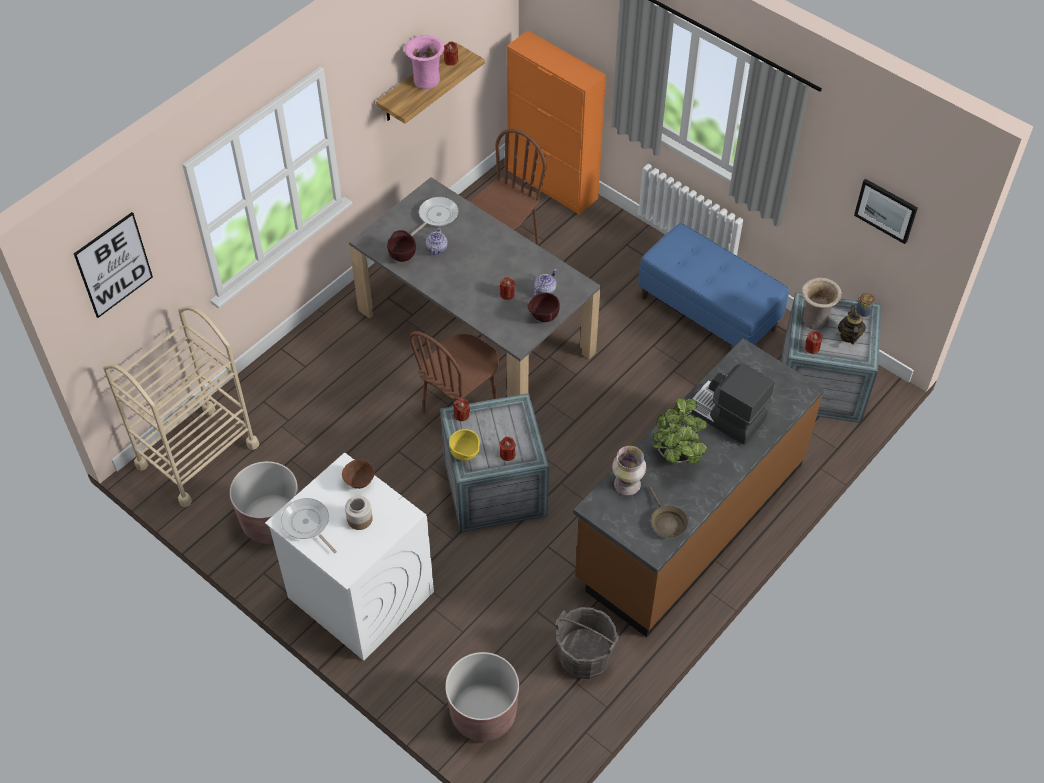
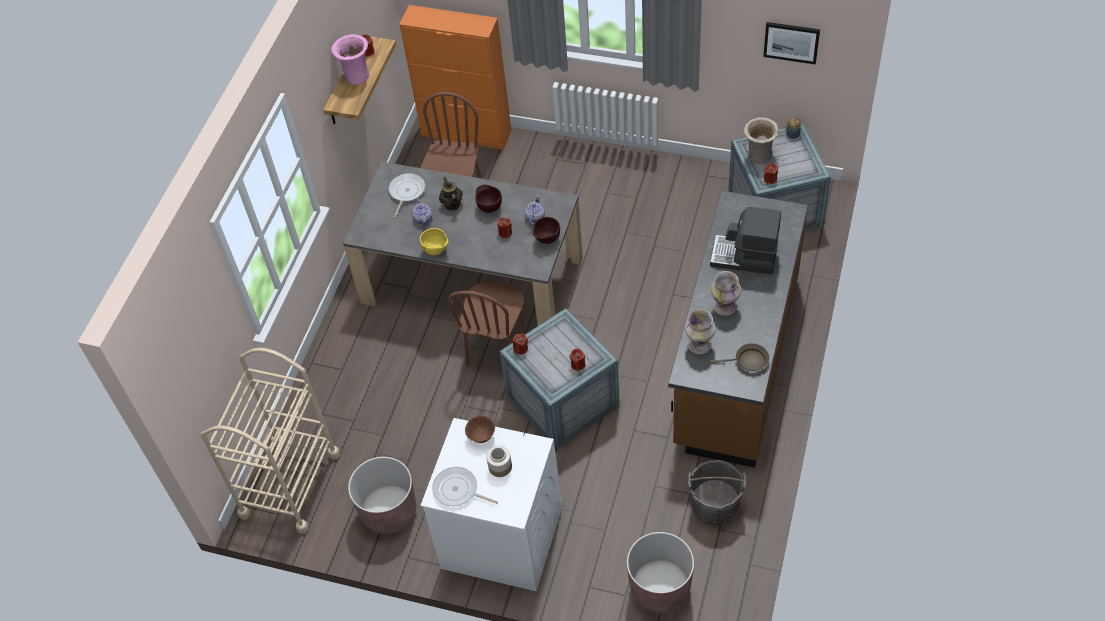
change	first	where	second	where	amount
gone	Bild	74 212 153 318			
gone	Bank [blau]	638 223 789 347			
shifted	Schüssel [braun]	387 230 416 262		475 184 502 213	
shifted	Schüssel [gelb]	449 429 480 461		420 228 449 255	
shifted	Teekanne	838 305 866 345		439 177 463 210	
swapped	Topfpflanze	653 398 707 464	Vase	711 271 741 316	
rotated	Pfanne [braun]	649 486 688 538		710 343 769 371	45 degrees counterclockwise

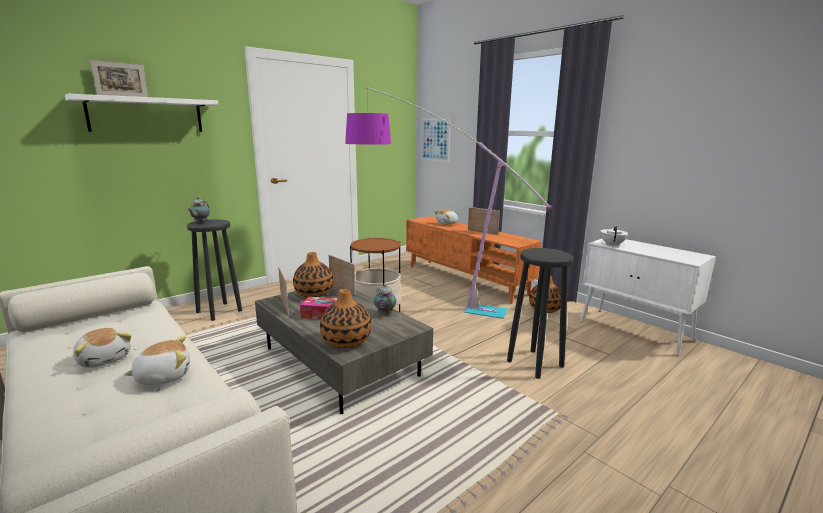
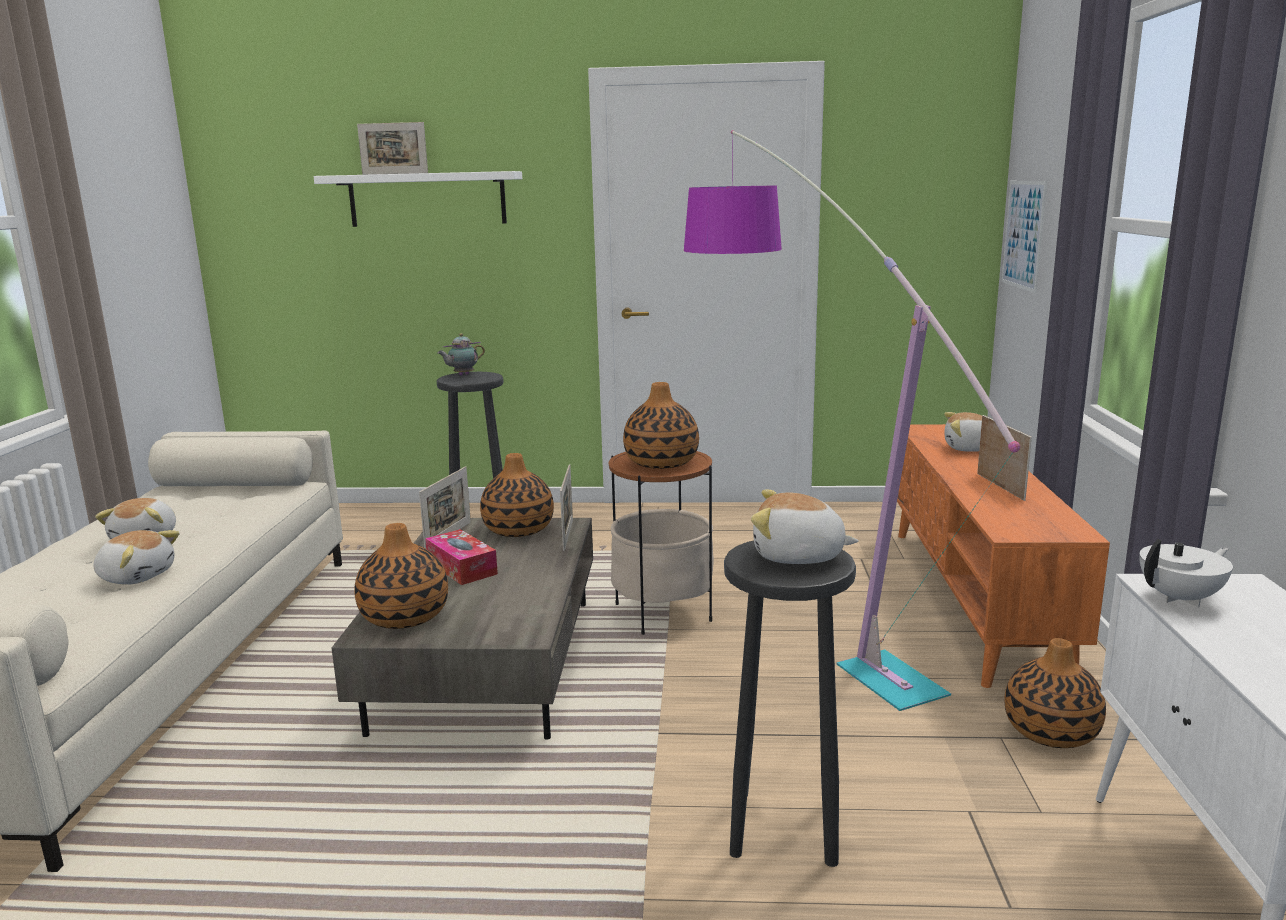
change	first	where	second	where	amount
gone	Teekanne	374 284 396 315			
new			Vase	623 382 699 469	
new			Plüschtier	751 489 859 564	

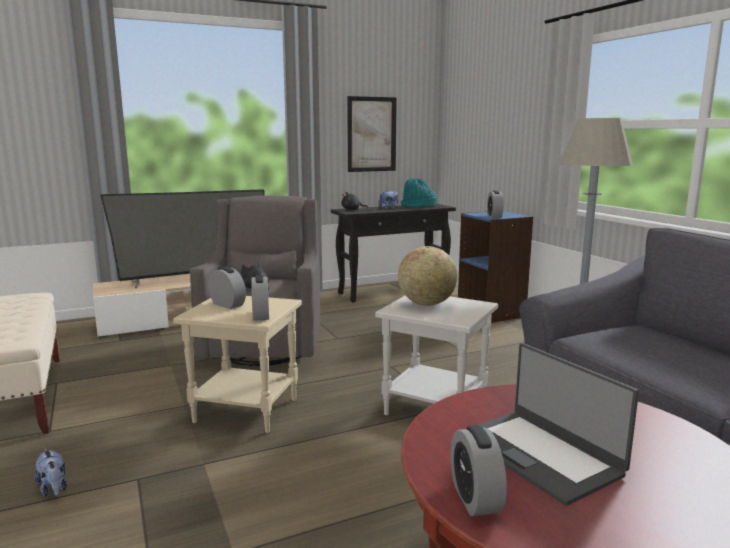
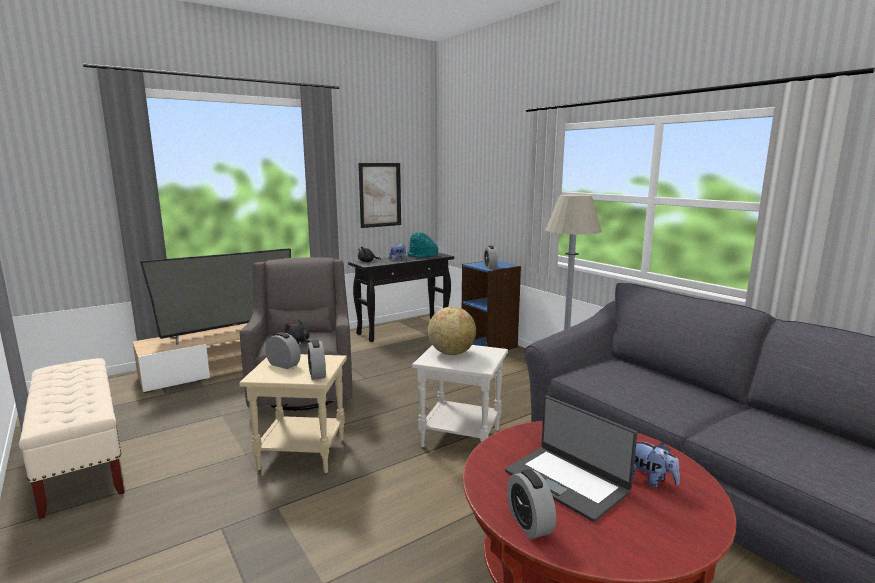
change	first	where	second	where	amount
shifted	Plüschtier	34 448 67 496		633 442 680 488	

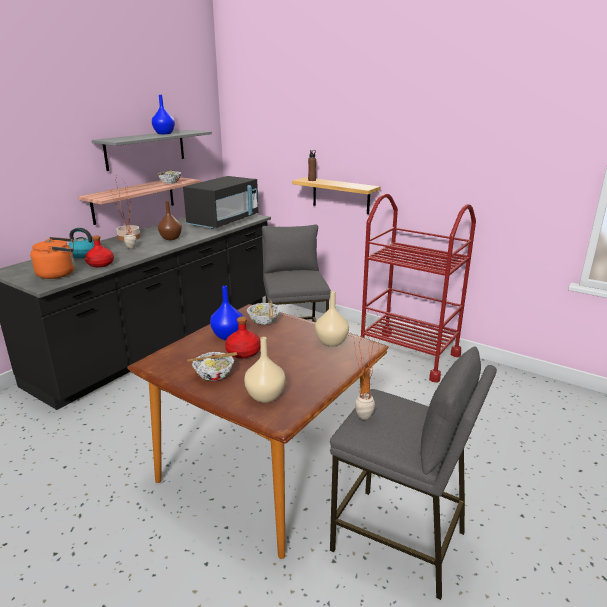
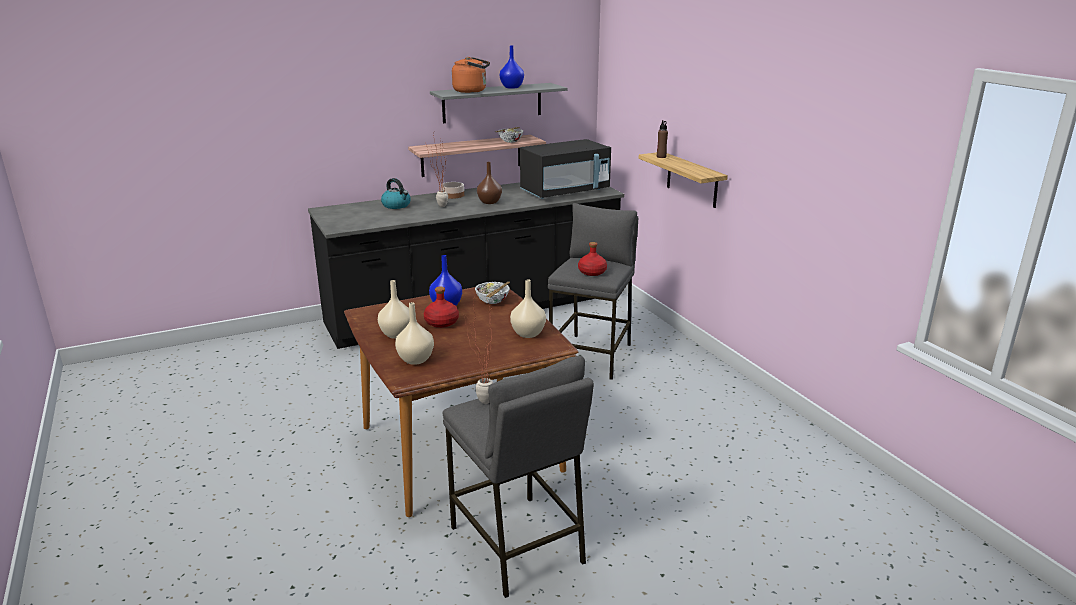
change	first	where	second	where	amount
gone	Rollwagen [rot]	361 194 476 383			
shifted	Wasserkessel [orange]	30 237 75 279		452 57 490 93	
shifted	Flasche [rot]	85 235 114 267		578 242 607 276	
swapped	Schüssel	187 352 237 381	Vase [beige]	378 280 410 339	

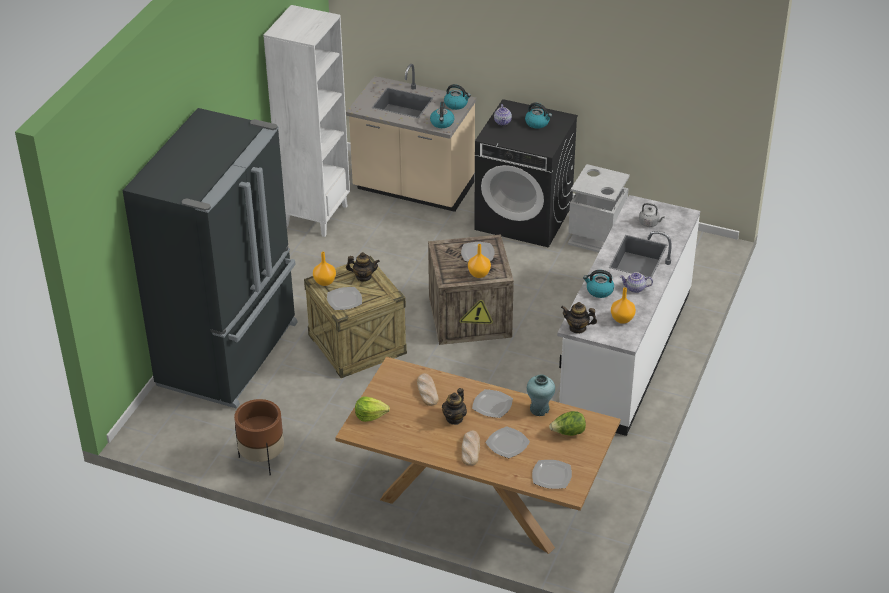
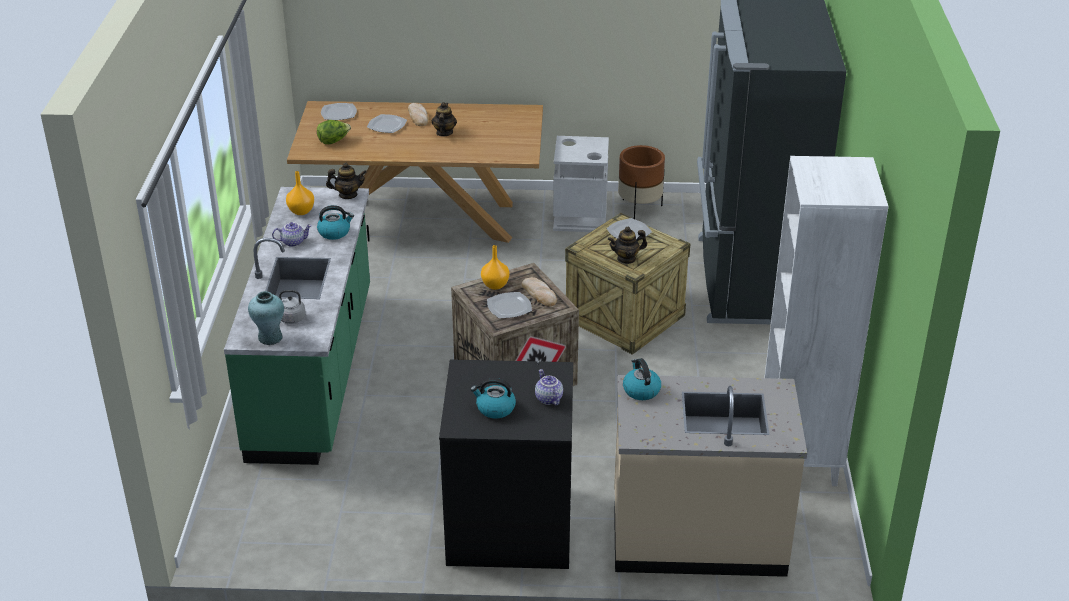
change	first	where	second	where	amount
gone	Vase [orange]	313 252 336 286			
gone	Salatkopf	355 397 390 422			
gone	Wasserkessel	444 84 471 110			
gone	Teller	472 389 513 418			
shifted	Brot	417 373 439 406		522 277 557 307	
shifted	Vase [türkis]	527 374 555 416		248 291 284 345	
shifted	Mülleimer [grau]	568 164 630 253		553 136 609 232	
repainted	Küchenzeile [weiß]	557 195 700 436	Küchenzeile [grün]	224 187 370 465	

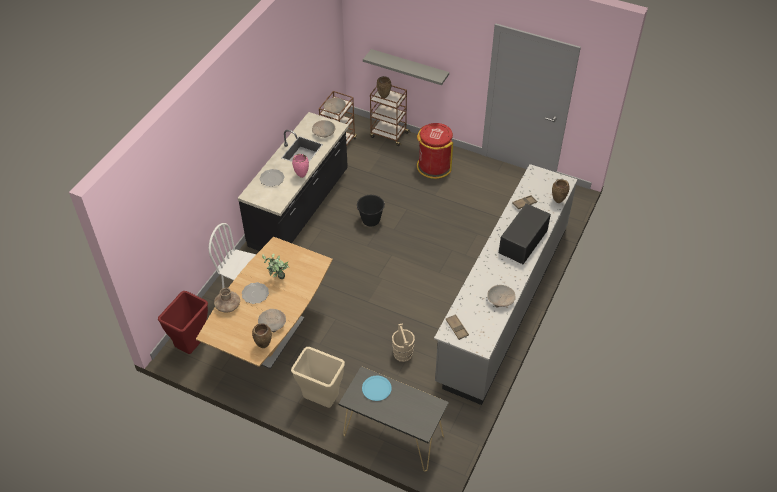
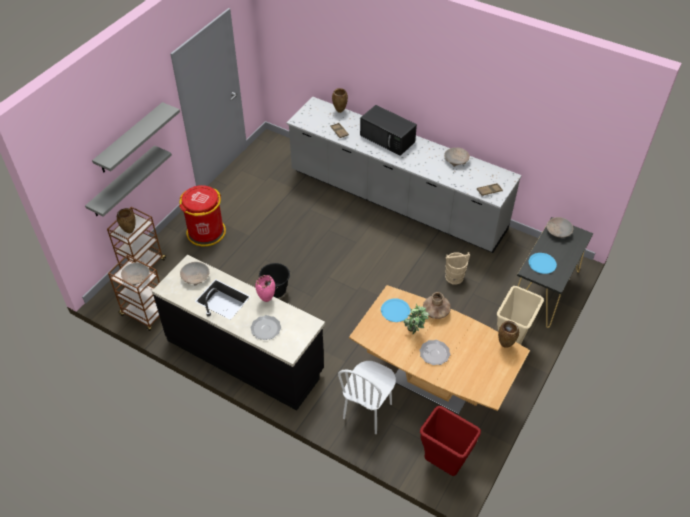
change	first	where	second	where	amount
new			Wandregal [grau]	92 102 180 173	
new			Teller [blau]	381 299 410 322	
shifted	Vase [braun]	214 288 240 312		423 292 451 319	
shifted	Schüssel [beige]	258 309 286 333		546 217 573 238	

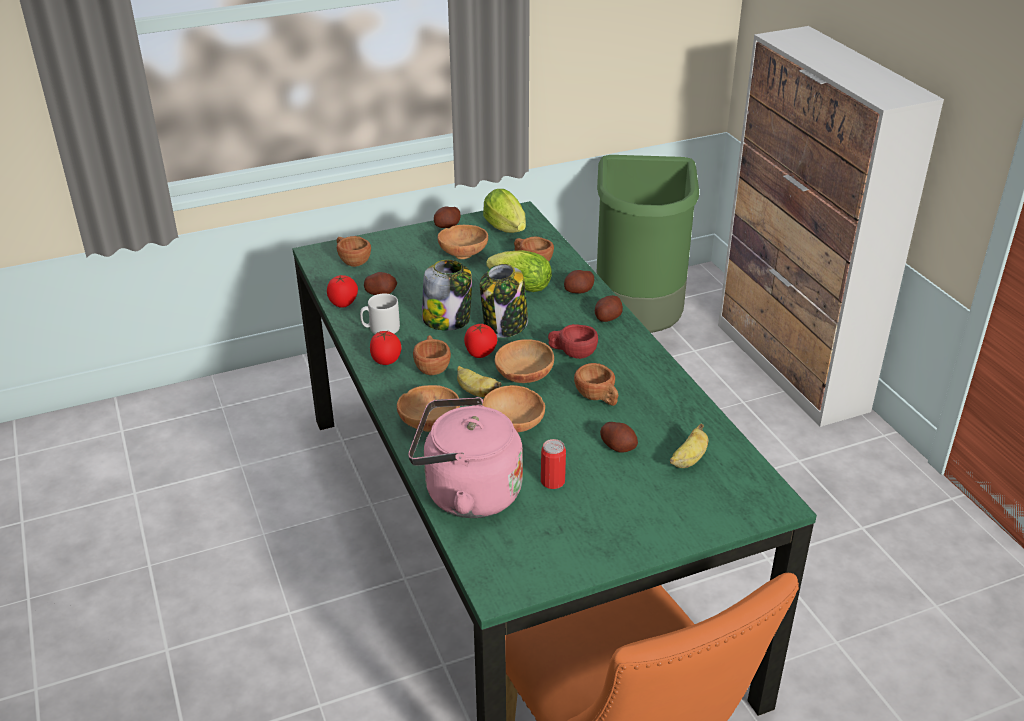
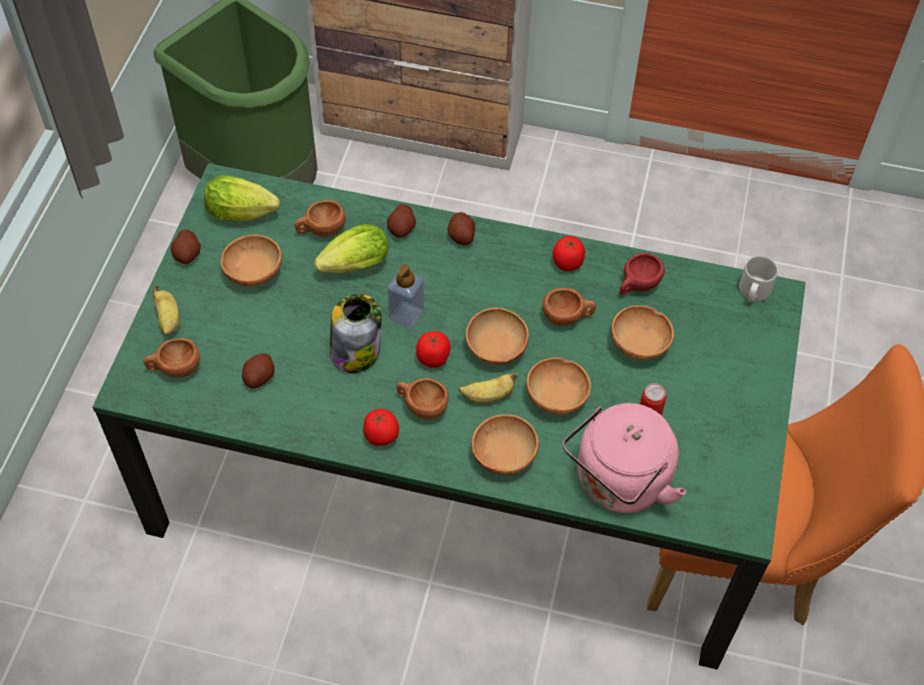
change	first	where	second	where	amount
shifted	Tomate	327 275 358 308		553 236 585 271	
shifted	Henkelbecher [grau]	360 293 400 334		739 256 778 302	
shifted	Tasse [rot]	548 324 598 359		619 253 665 296	
shifted	Banane	670 424 709 468		153 285 180 336	
swapped	Vorratsglas	480 264 528 338	Seifenspender	388 264 424 328	
swapped	Kartoffel	600 422 638 453	Schüssel [braun]	611 305 674 360	

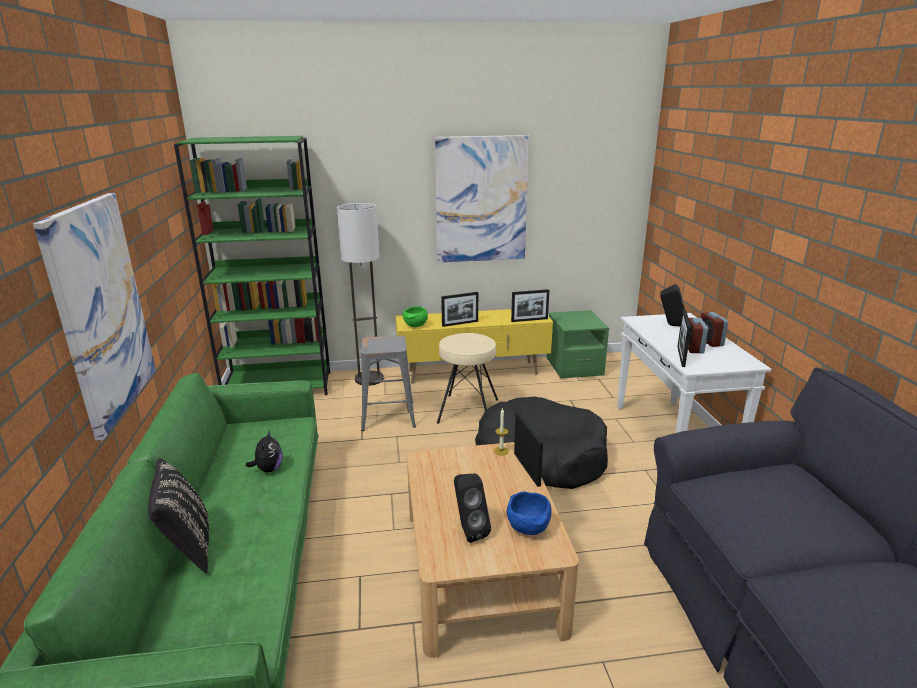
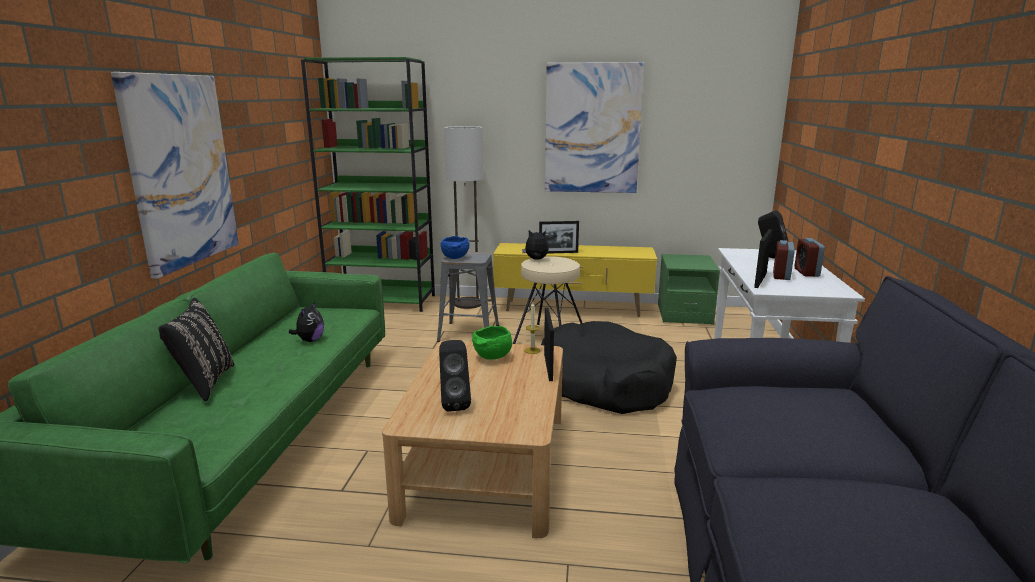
change	first	where	second	where	amount
gone	Bilderrahmen	511 289 549 322			
new			Plüschtier	522 230 549 260	
shifted	Schüssel [grün]	402 306 428 327		472 326 512 360	
shifted	Schüssel [blau]	507 492 551 535		441 236 469 259	

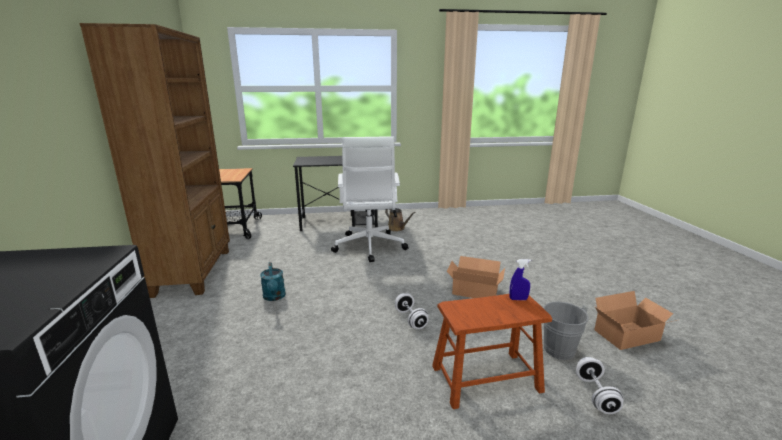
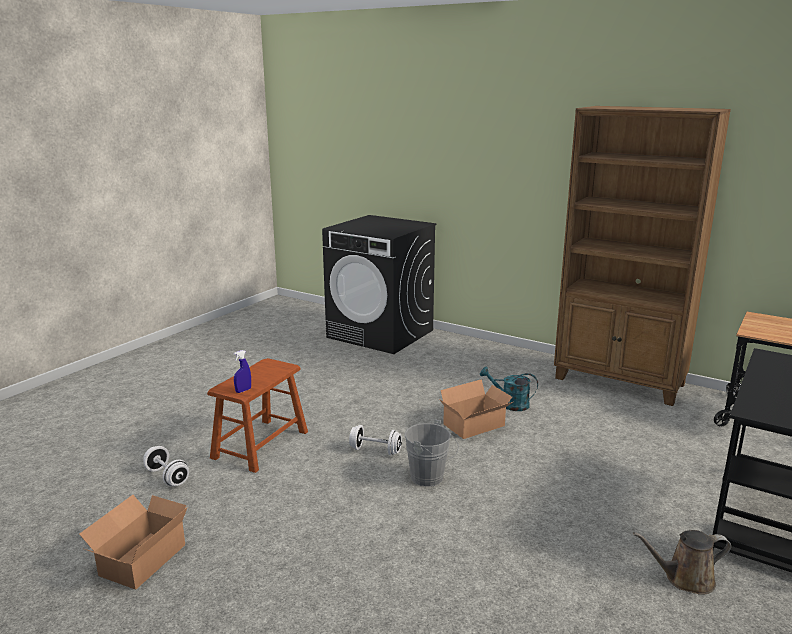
change	first	where	second	where	amount
gone	Bürostuhl [weiß]	331 136 409 262			
shifted	Karton	447 256 505 298		439 379 513 439	
shifted	Eimer [grau]	543 301 589 360		405 419 459 487	

